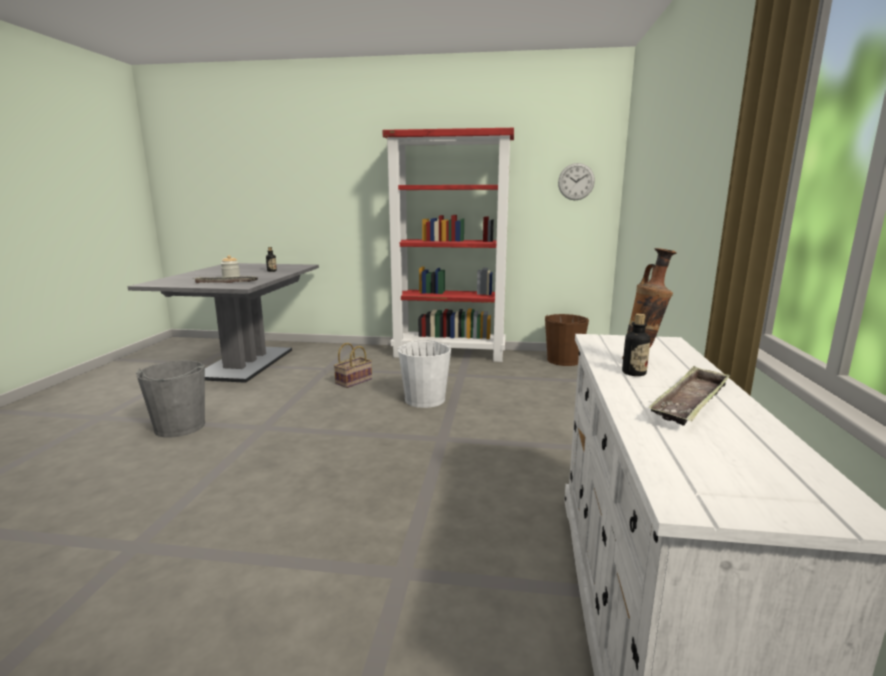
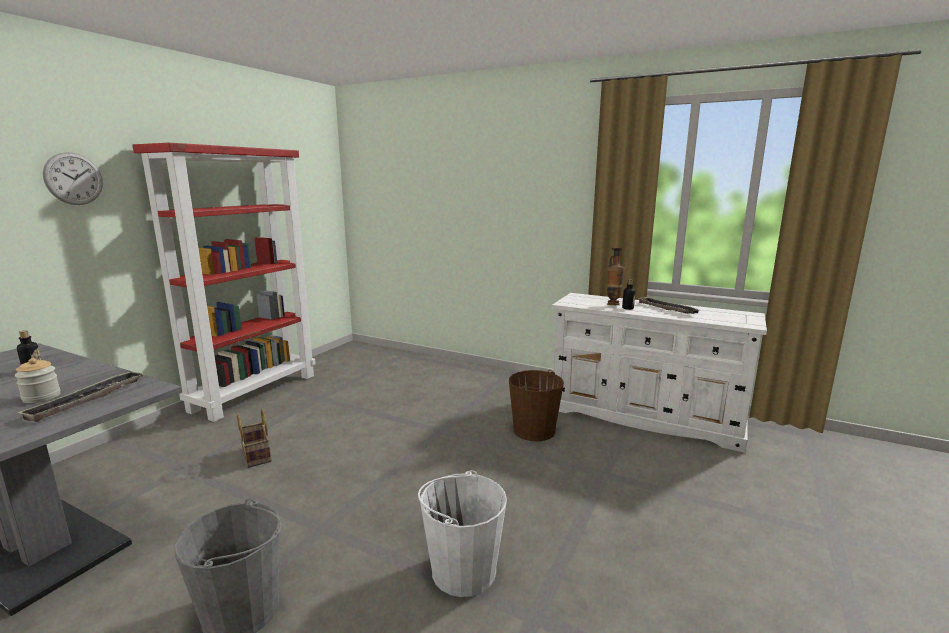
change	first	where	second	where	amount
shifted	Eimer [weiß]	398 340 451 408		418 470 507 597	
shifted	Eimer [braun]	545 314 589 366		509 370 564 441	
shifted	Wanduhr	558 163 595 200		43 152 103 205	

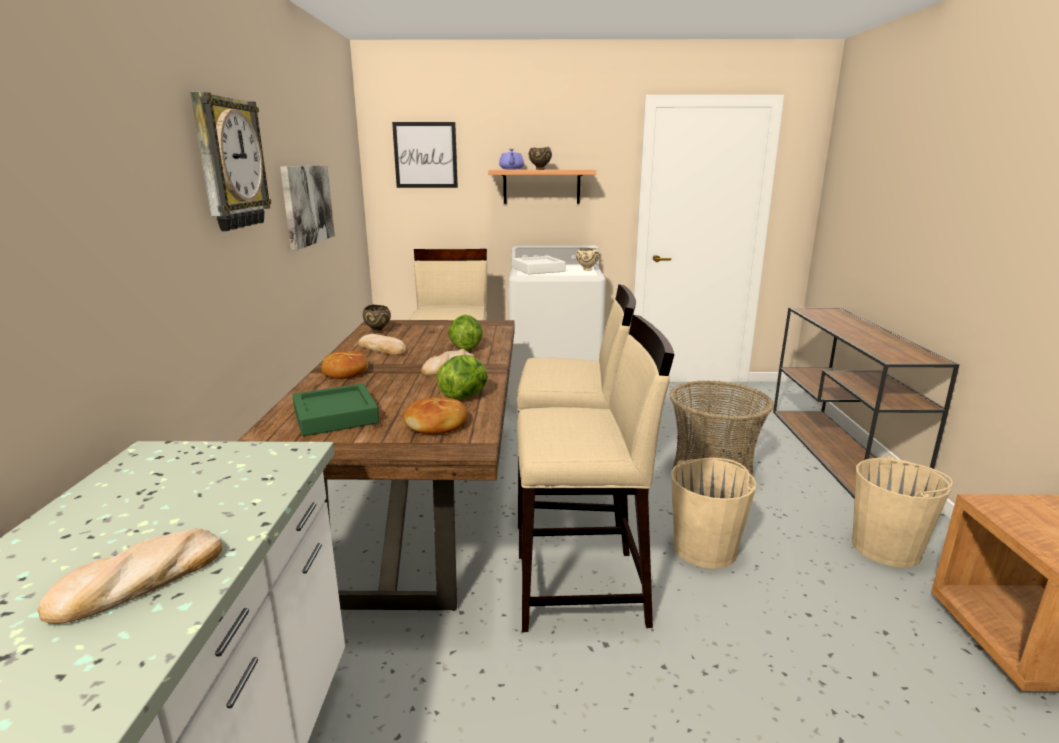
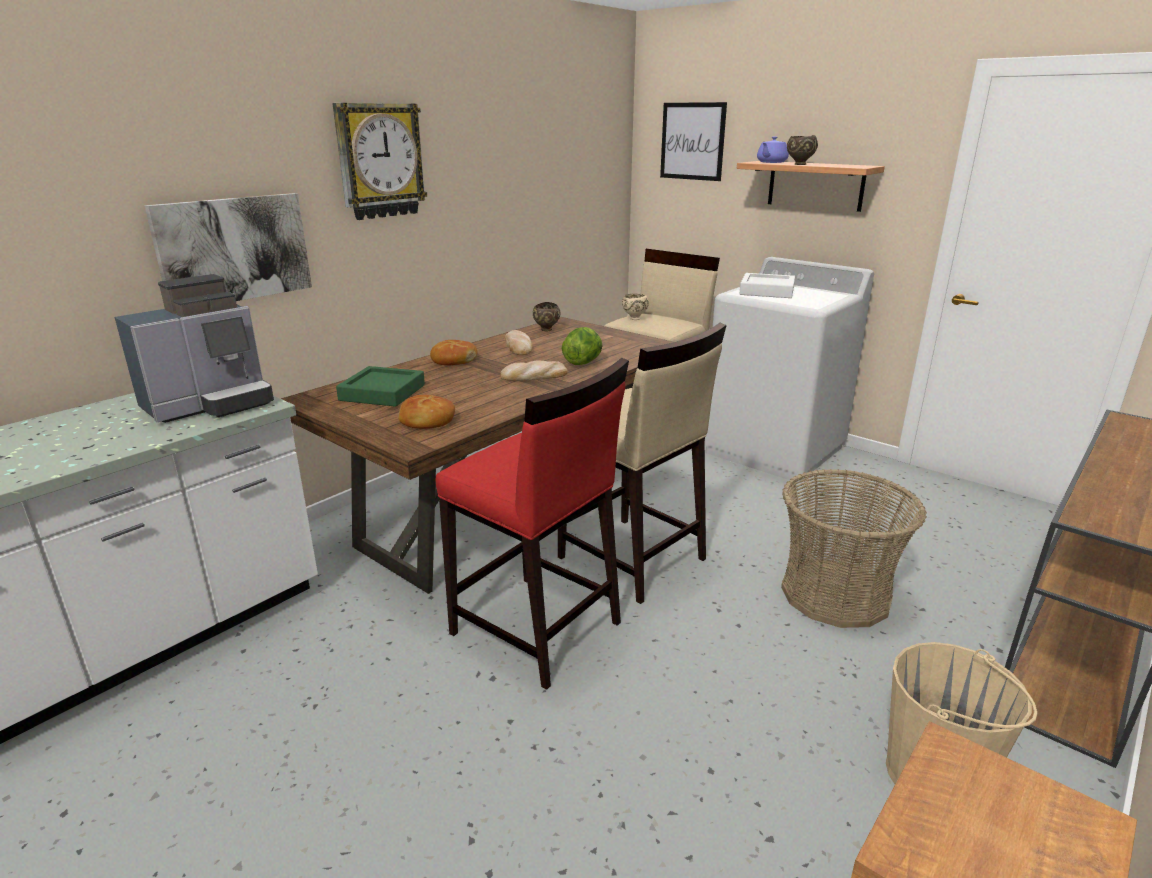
change	first	where	second	where	amount
gone	Brot	38 528 222 624			
gone	Salatkopf	437 355 488 399			
gone	Eimer [beige]	671 458 757 569			
new			Kaffeemaschine	115 274 274 423	
shifted	Bild	280 165 335 250		144 193 312 301	
shifted	Schüssel [beige]	576 248 600 271		622 293 649 320	
repainted	Hocker [beige]	517 315 674 632	Hocker [rot]	436 358 629 690	

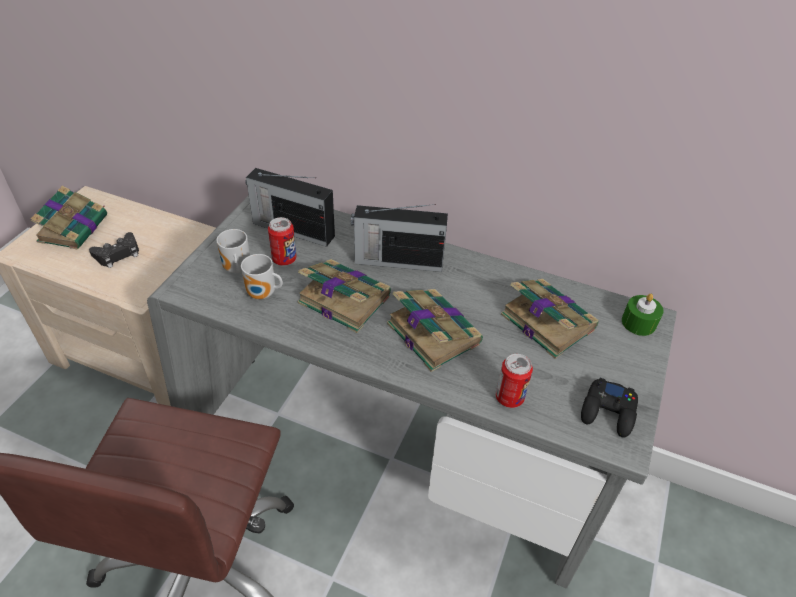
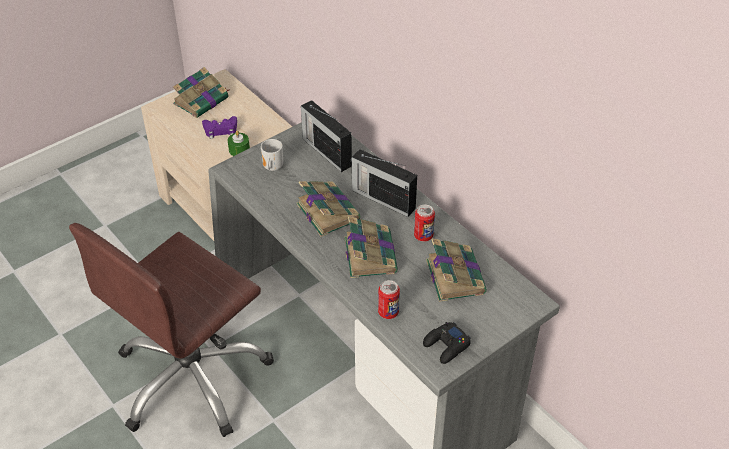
change	first	where	second	where	amount
gone	Henkelbecher	241 254 283 299			
shifted	Dose	268 217 297 266		414 205 435 241	
shifted	Kerze [grün]	622 294 663 336		228 131 250 156	
repainted	Gamepad [schwarz]	89 232 139 268	Gamepad [lila]	202 116 237 139	

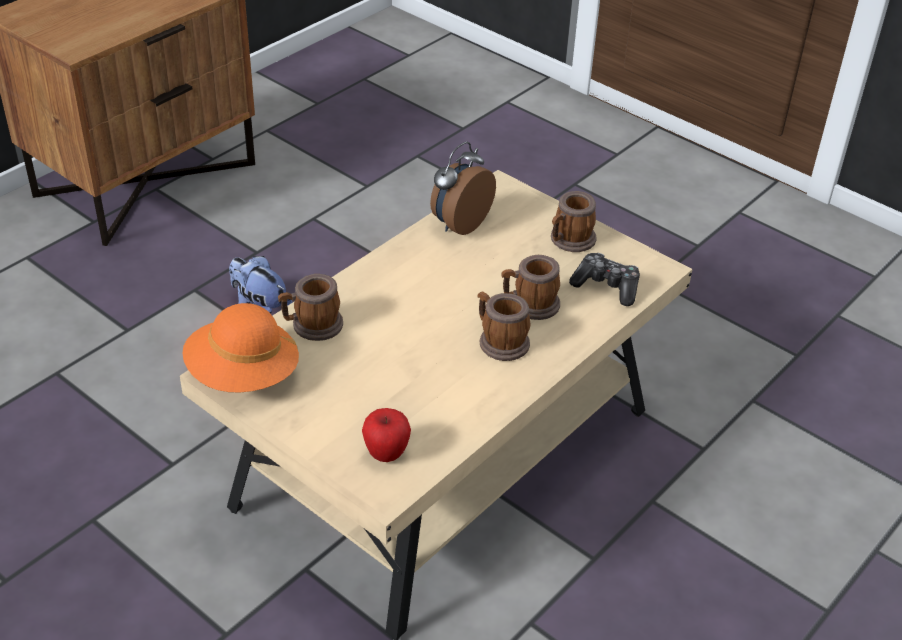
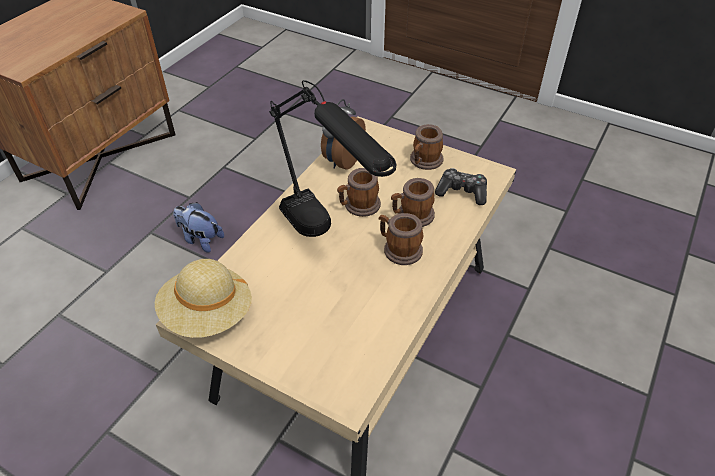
change	first	where	second	where	amount
gone	Apfel	362 408 411 462			
new			Tischlampe [schwarz]	269 80 396 237	
shifted	Henkelbecher	278 274 343 341		337 168 381 217	
repainted	Hut [orange]	182 303 299 392	Hut [beige]	155 259 252 338	

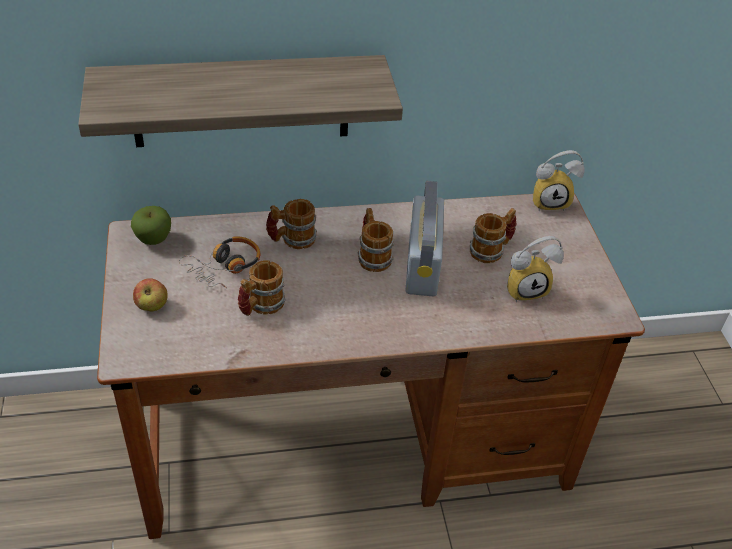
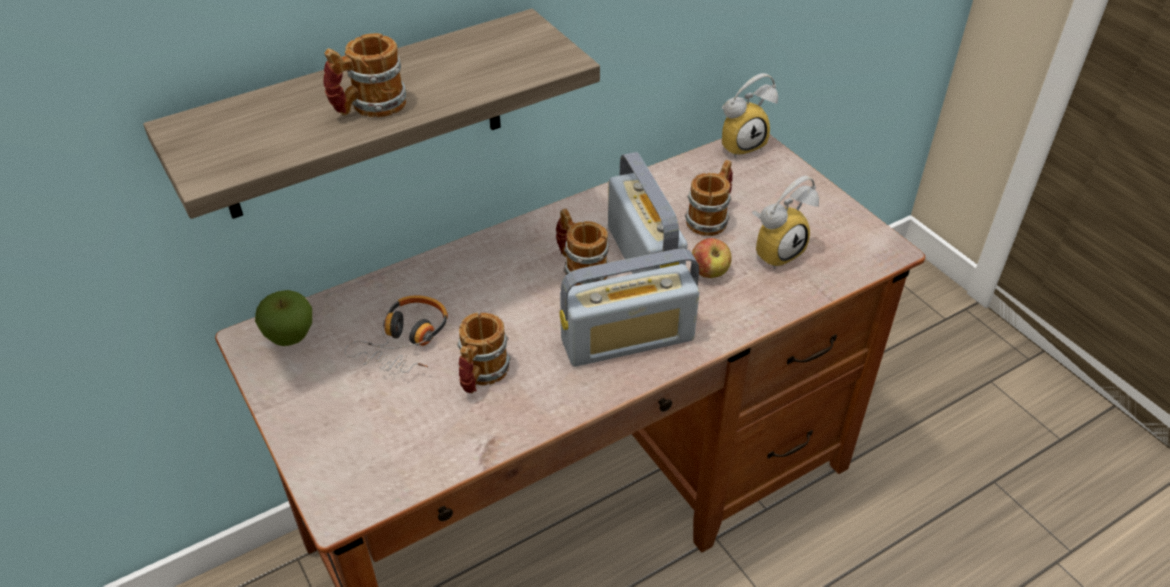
change	first	where	second	where	amount
new			Radio	560 248 699 367	
shifted	Apfel	133 278 168 311		692 238 732 278	
shifted	Henkelbecher	266 199 317 249		324 33 406 118	

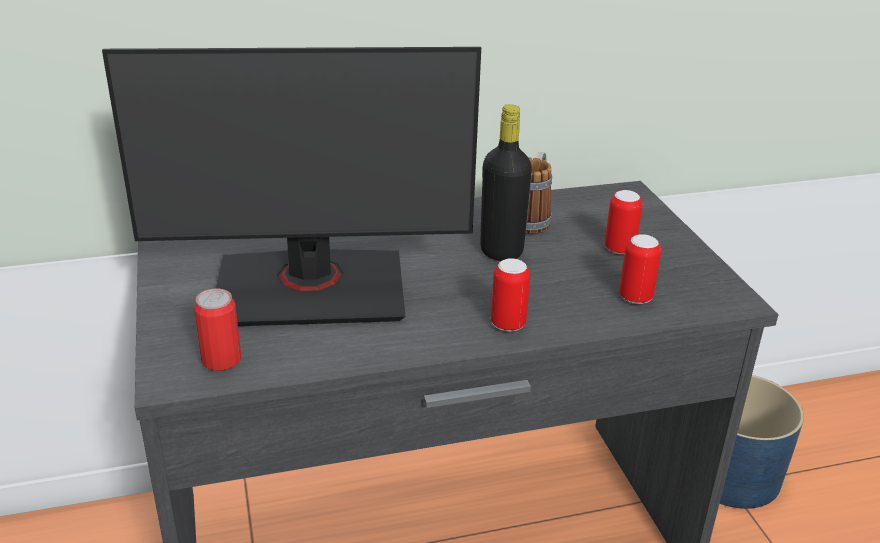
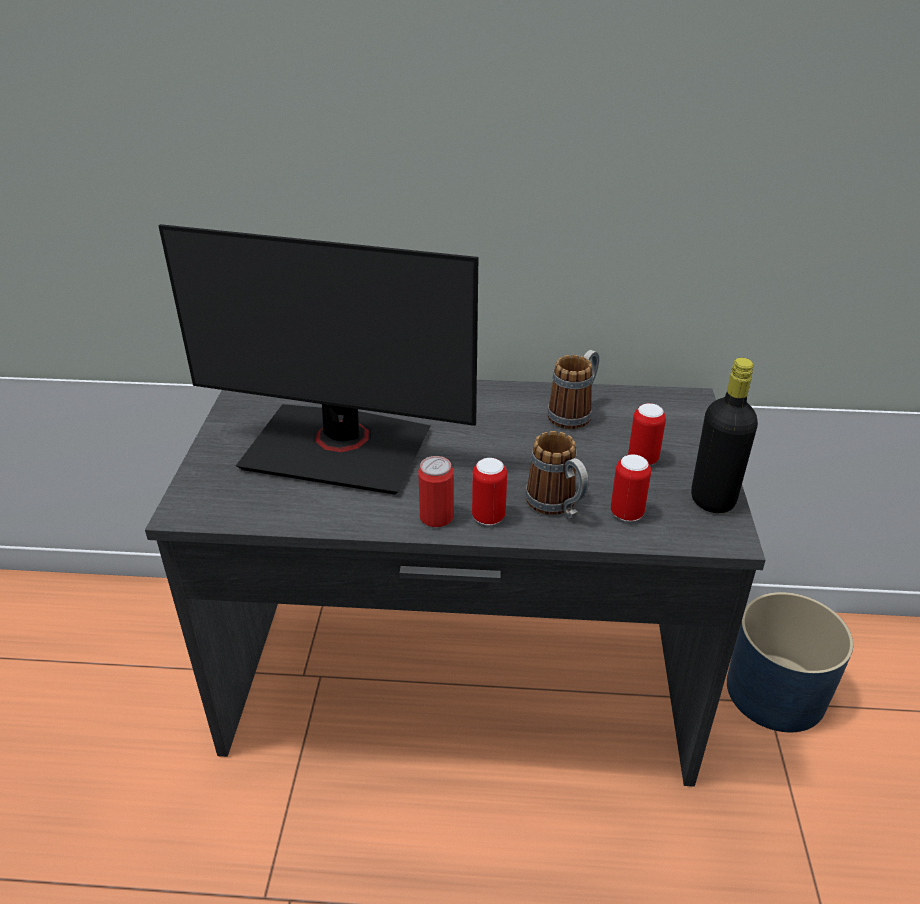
change	first	where	second	where	amount
new			Henkelbecher	525 431 589 518	
shifted	Dose	194 288 241 371		418 456 454 527	
shifted	Flasche [schwarz]	480 104 532 261		691 358 758 513	

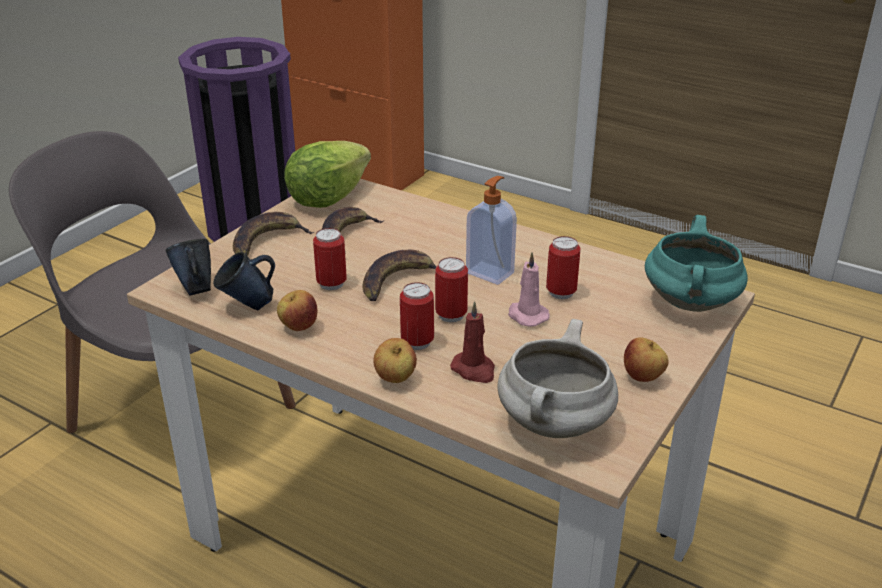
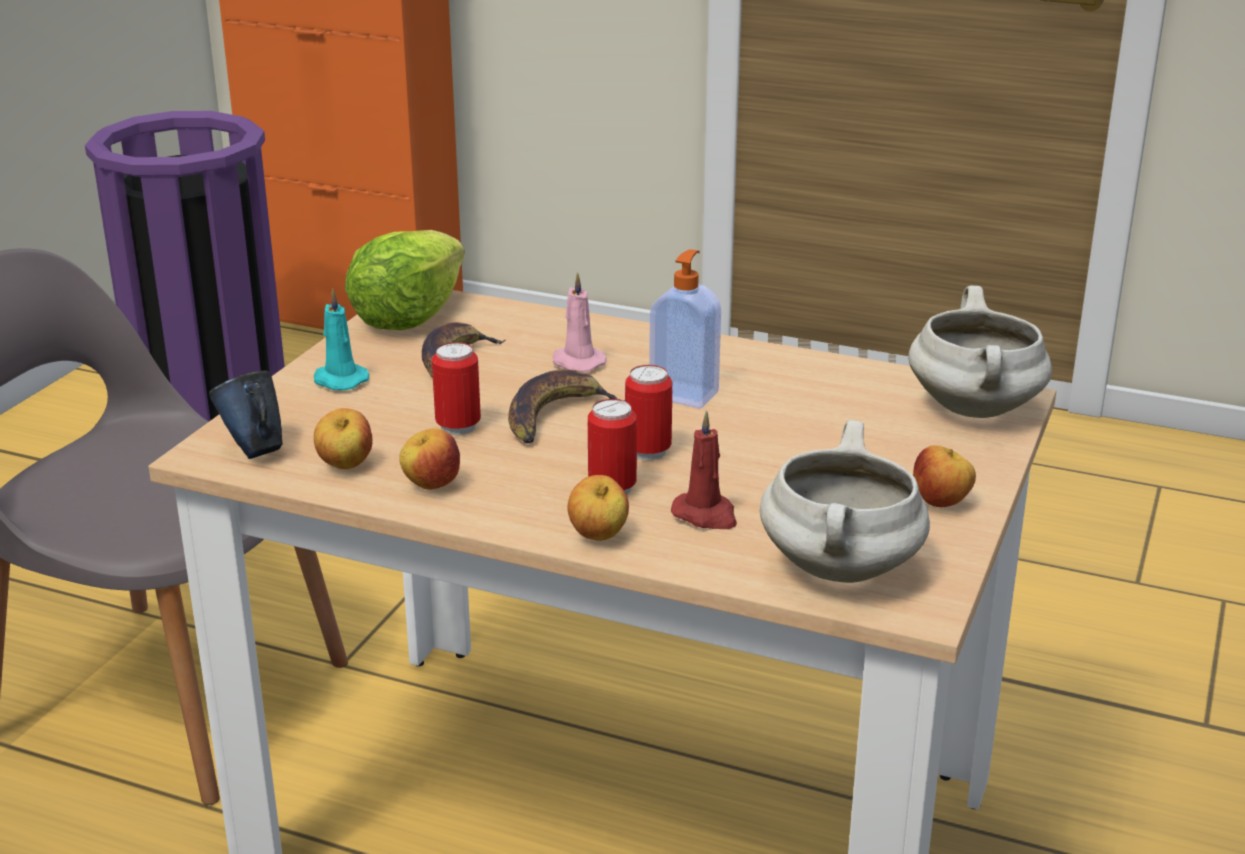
change	first	where	second	where	amount
gone	Dose	546 236 581 299			
shifted	Kerze [rosa]	508 252 550 327		553 272 607 372	
swapped	Henkelbecher [blau]	213 252 275 310	Apfel	314 408 372 469	
swapped	Banane	233 212 314 256	Kerze [türkis]	314 288 369 390	
repainted	Kochtopf [türkis]	645 215 748 312	Kochtopf [weiß]	908 286 1052 418	

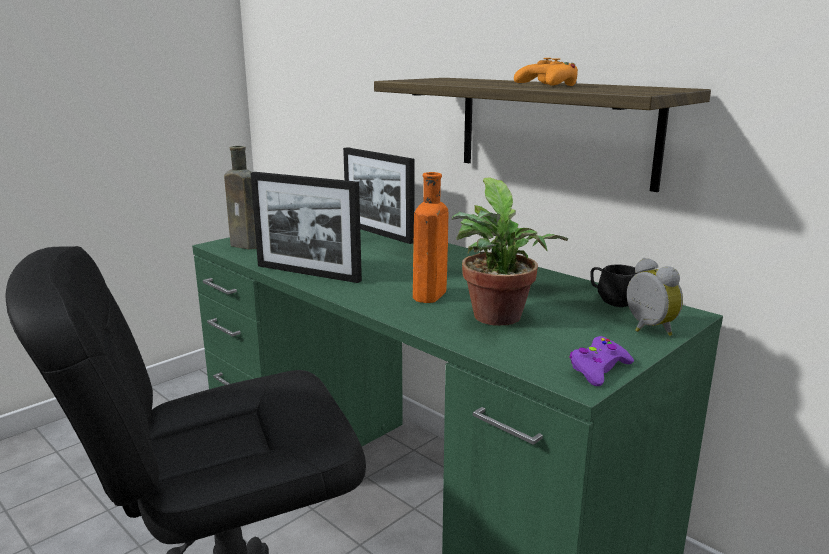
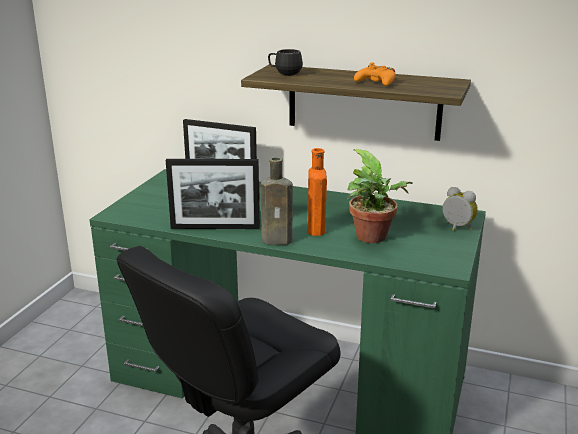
change	first	where	second	where	amount
gone	Gamepad [lila]	569 336 634 386			
shifted	Flasche [braun]	224 146 257 249		261 157 293 245	
shifted	Henkelbecher [schwarz]	591 264 640 307		268 49 303 76	

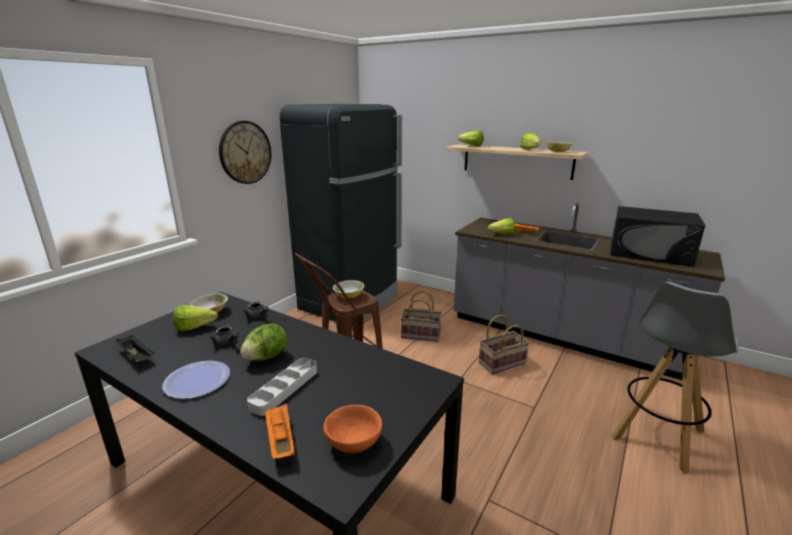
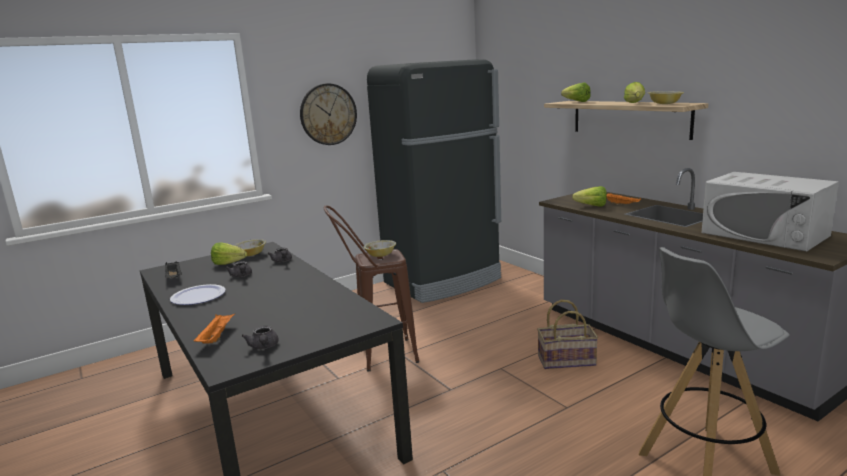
change	first	where	second	where	amount
gone	Salatkopf	240 323 287 361			
gone	Tablett [grau]	247 358 317 416			
gone	Korb	400 291 442 342			
swapped	Schüssel [orange]	323 405 382 453	Teekanne [grau]	242 326 279 349	
repainted	Mikrowelle [schwarz]	610 206 705 267	Mikrowelle [weiß]	702 172 839 252	

